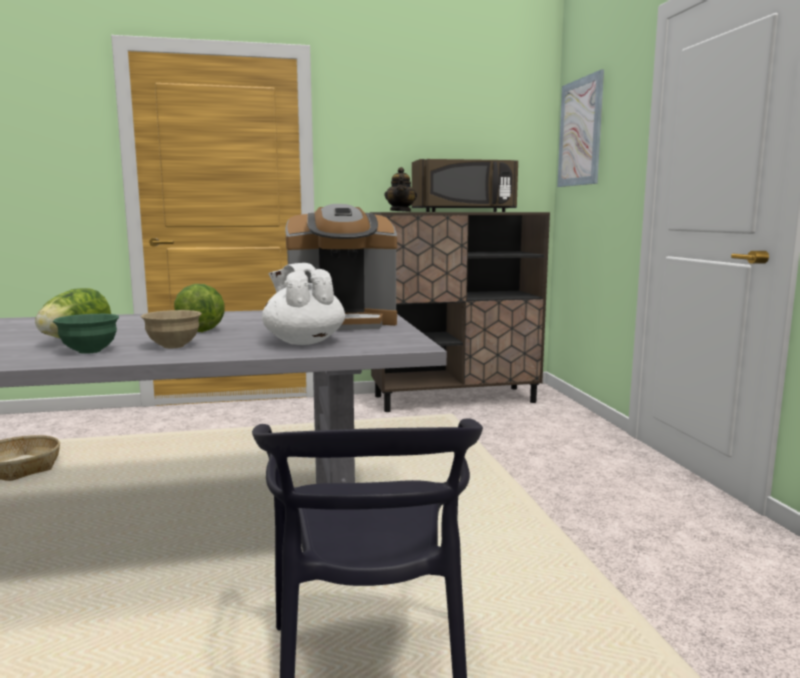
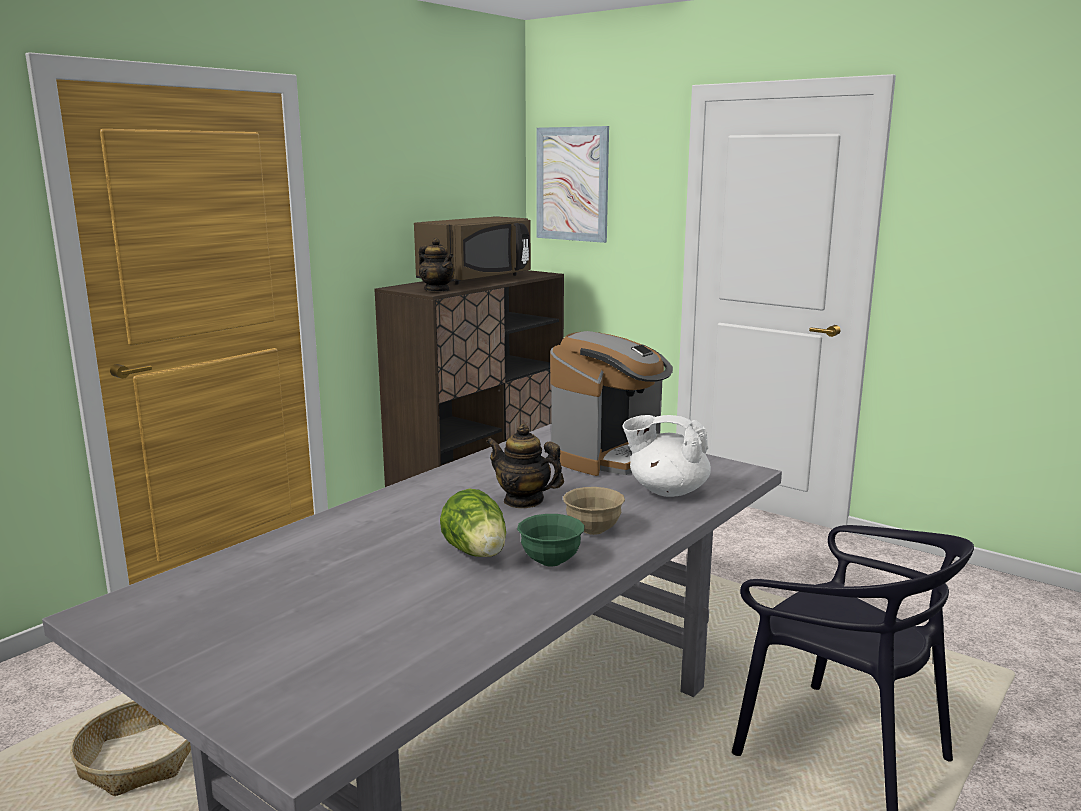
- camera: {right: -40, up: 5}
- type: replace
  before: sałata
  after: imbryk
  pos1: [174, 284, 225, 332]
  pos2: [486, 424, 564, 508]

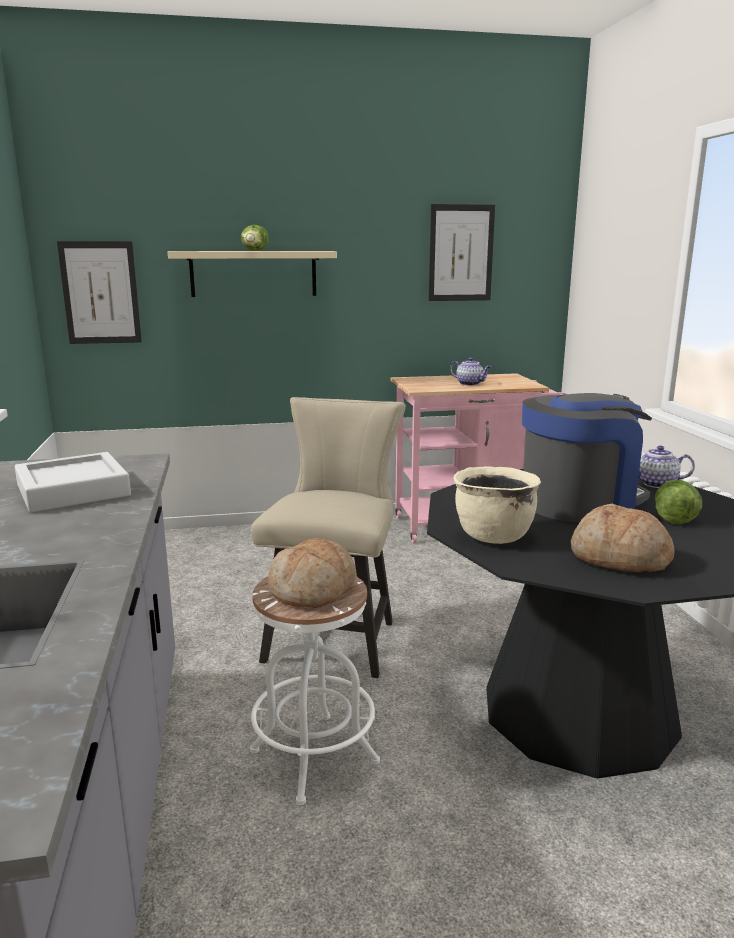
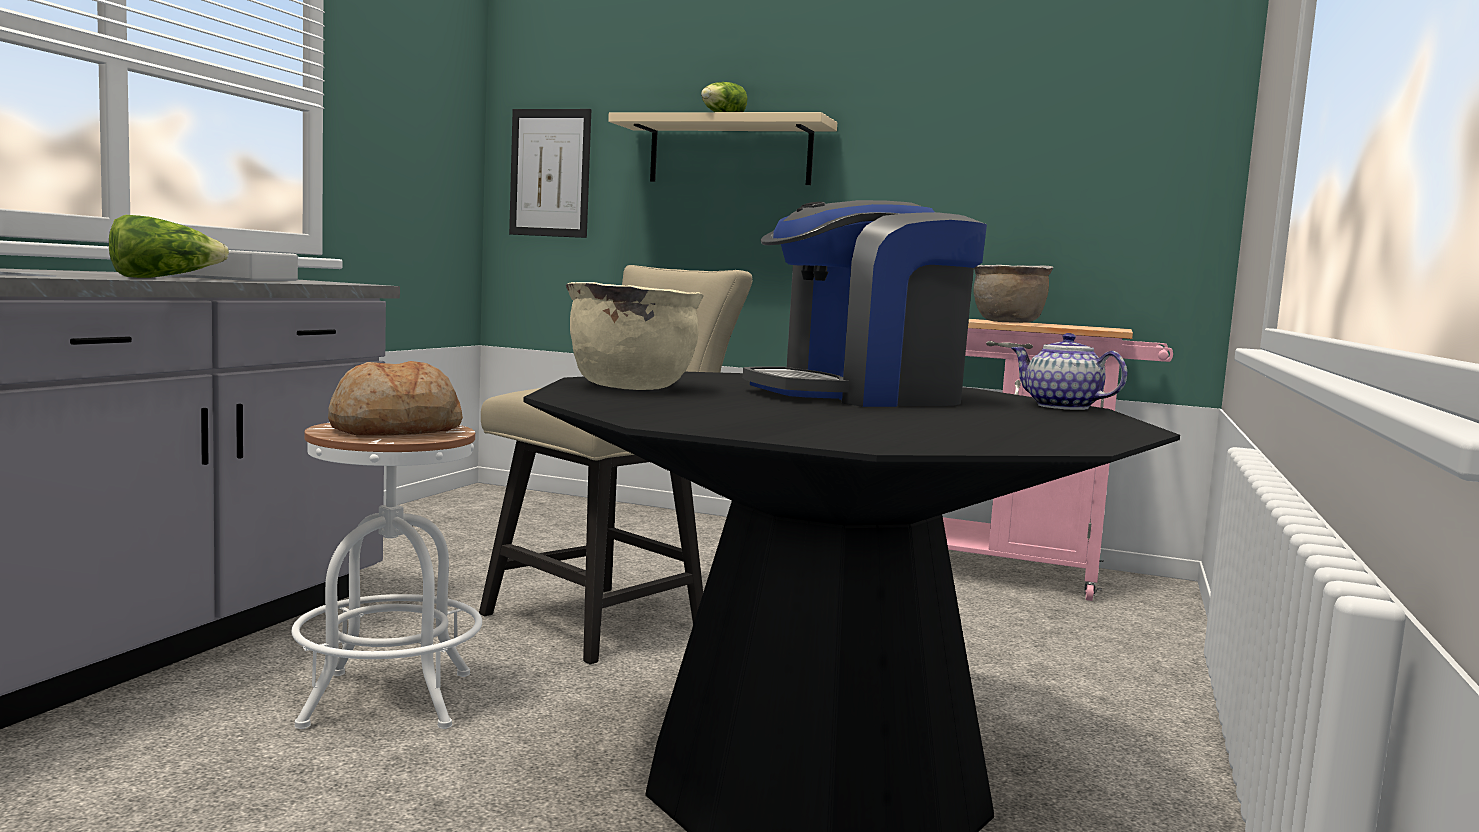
- camera: {right: 30, up: -10}
- type: delete
  before: obraz
  pos1: [428, 204, 495, 301]
- type: delete
  before: chleb
  pos1: [571, 503, 674, 572]
- type: move
  before: sałata
  pos1: [655, 480, 702, 524]
  pos2: [109, 215, 229, 278]
- type: replace
  before: imbryk
  after: garnek (brązowy)
  pos1: [450, 357, 491, 386]
  pos2: [973, 265, 1053, 323]
- type: rotate
  before: ekspres do kawy
  pos1: [522, 393, 652, 522]
  pos2: [743, 200, 987, 407]
  turn: 150

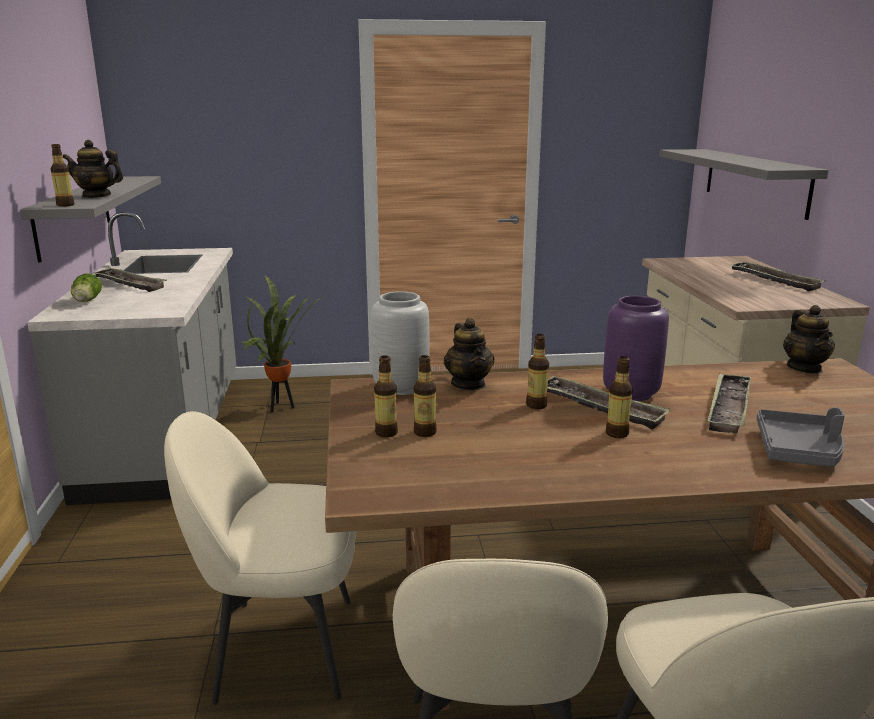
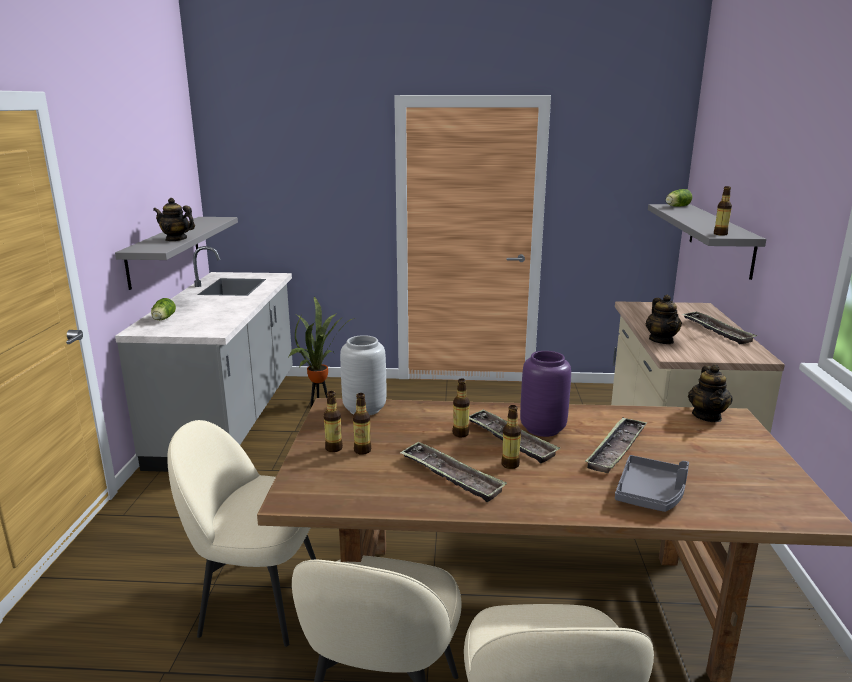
- camera: {right: 10, up: 0}
- type: insert
  after: sałata
  pos2: [666, 189, 692, 206]
- type: move
  before: butelka
  pos1: [50, 144, 74, 207]
  pos2: [714, 186, 732, 236]
- type: move
  before: taca
  pos1: [92, 268, 167, 292]
  pos2: [400, 442, 507, 502]
- type: move
  before: imbryk
  pos1: [444, 318, 495, 390]
  pos2: [646, 295, 682, 344]

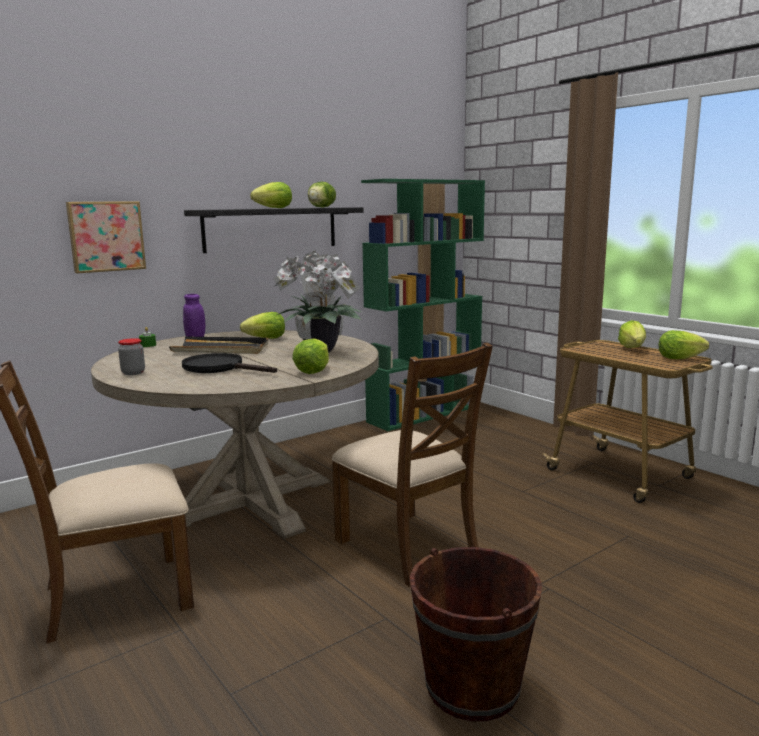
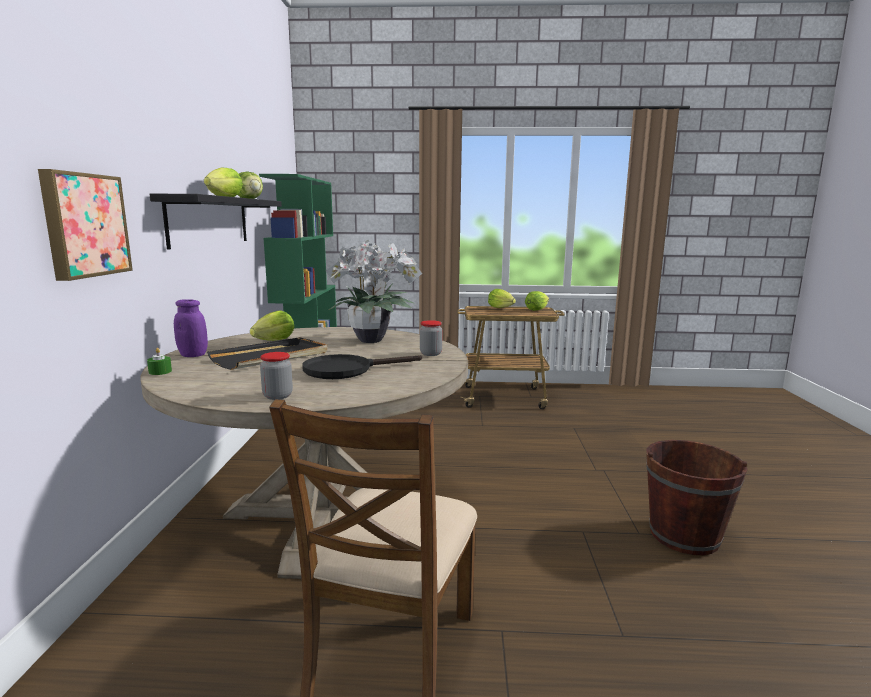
- camera: {right: -50, up: 0}
- type: delete
  before: krzesło (brązowy)
  pos1: [332, 342, 493, 587]
- type: replace
  before: sałata
  after: słoik
  pos1: [292, 338, 329, 374]
  pos2: [420, 320, 442, 356]

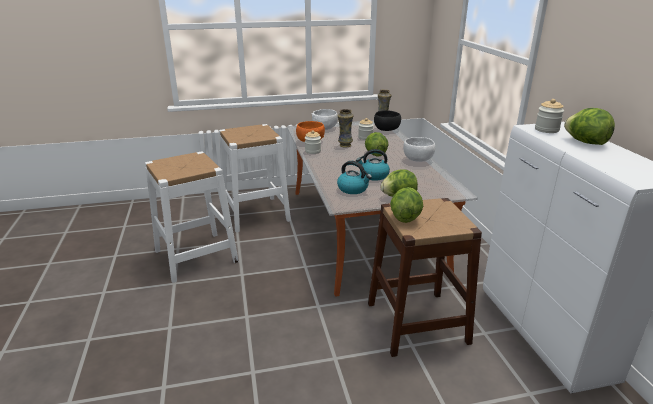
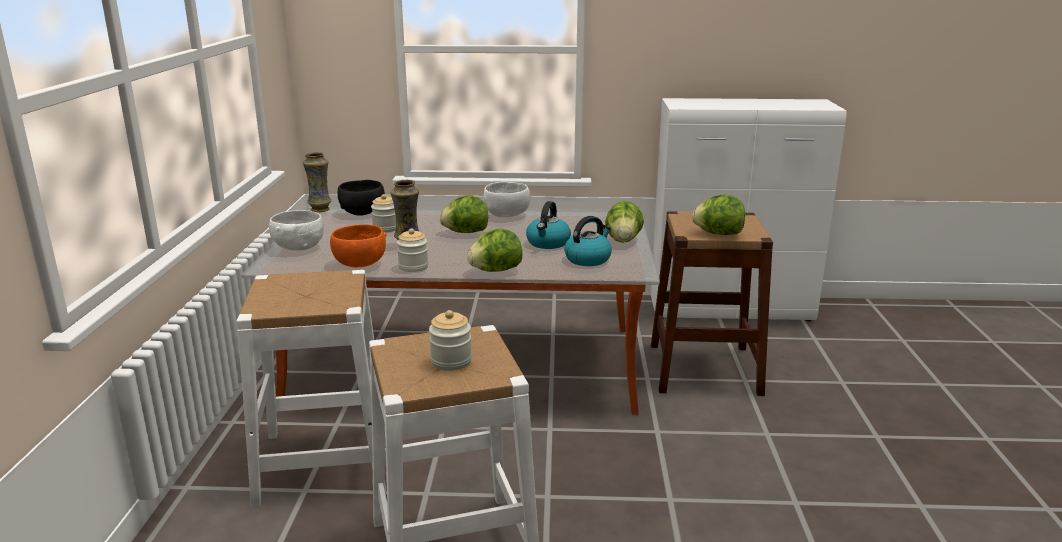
- camera: {right: -75, up: -5}
- type: move
  before: słoik
  pos1: [535, 99, 564, 133]
  pos2: [429, 310, 472, 371]
- type: move
  before: sałata
  pos1: [564, 108, 615, 145]
  pos2: [467, 229, 523, 272]

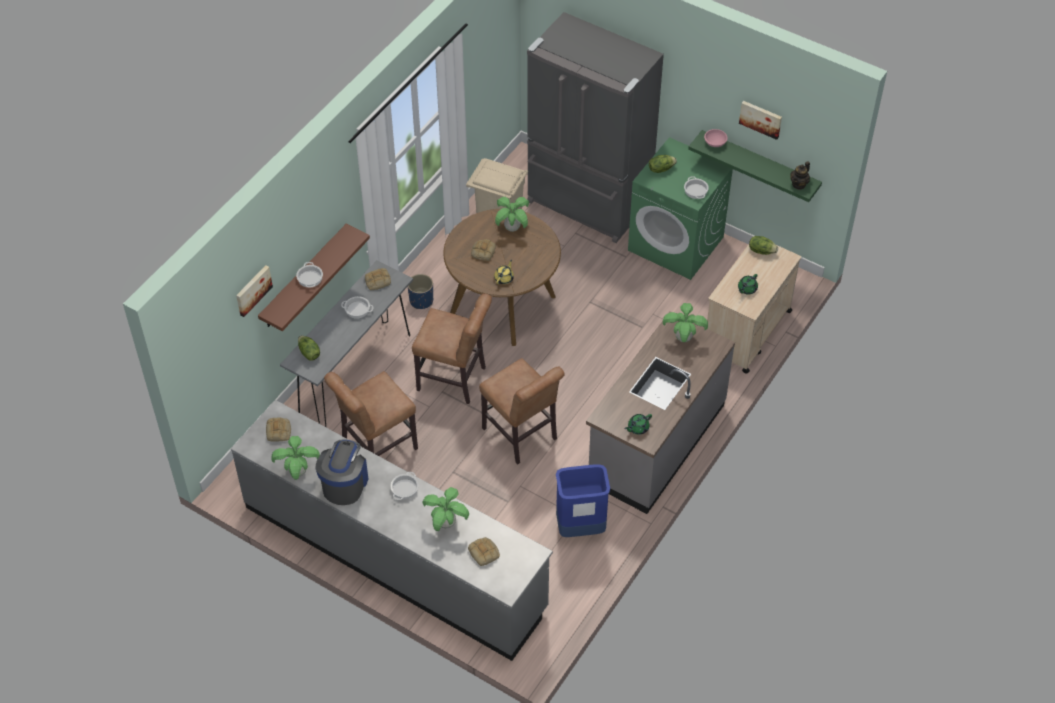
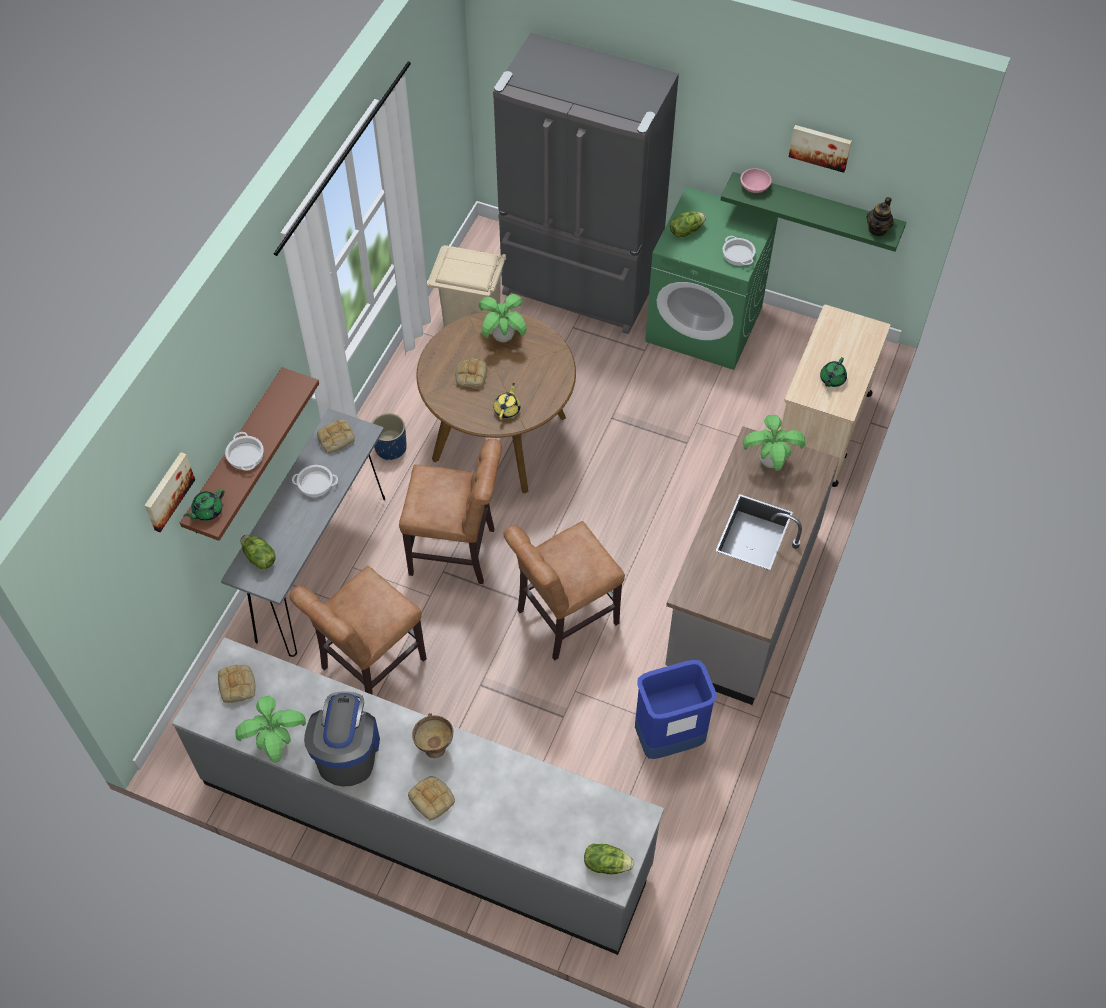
- camera: {right: -10, up: 5}
- type: delete
  before: roślina doniczkowa
  pos1: [422, 487, 469, 531]
- type: move
  before: chleb
  pos1: [468, 537, 500, 566]
  pos2: [408, 776, 455, 821]
- type: move
  before: imbryk (zielony)
  pos1: [624, 414, 652, 435]
  pos2: [184, 489, 225, 521]
- type: move
  before: sałata
  pos1: [749, 236, 778, 255]
  pos2: [584, 844, 634, 874]
- type: replace
  before: garnek
  after: miska (brązowy)
  pos1: [390, 472, 419, 500]
  pos2: [412, 713, 453, 758]
- type: rotate
  before: krzesło (brązowy)
  pos1: [479, 358, 565, 464]
  pos2: [503, 521, 625, 661]
  turn: 105

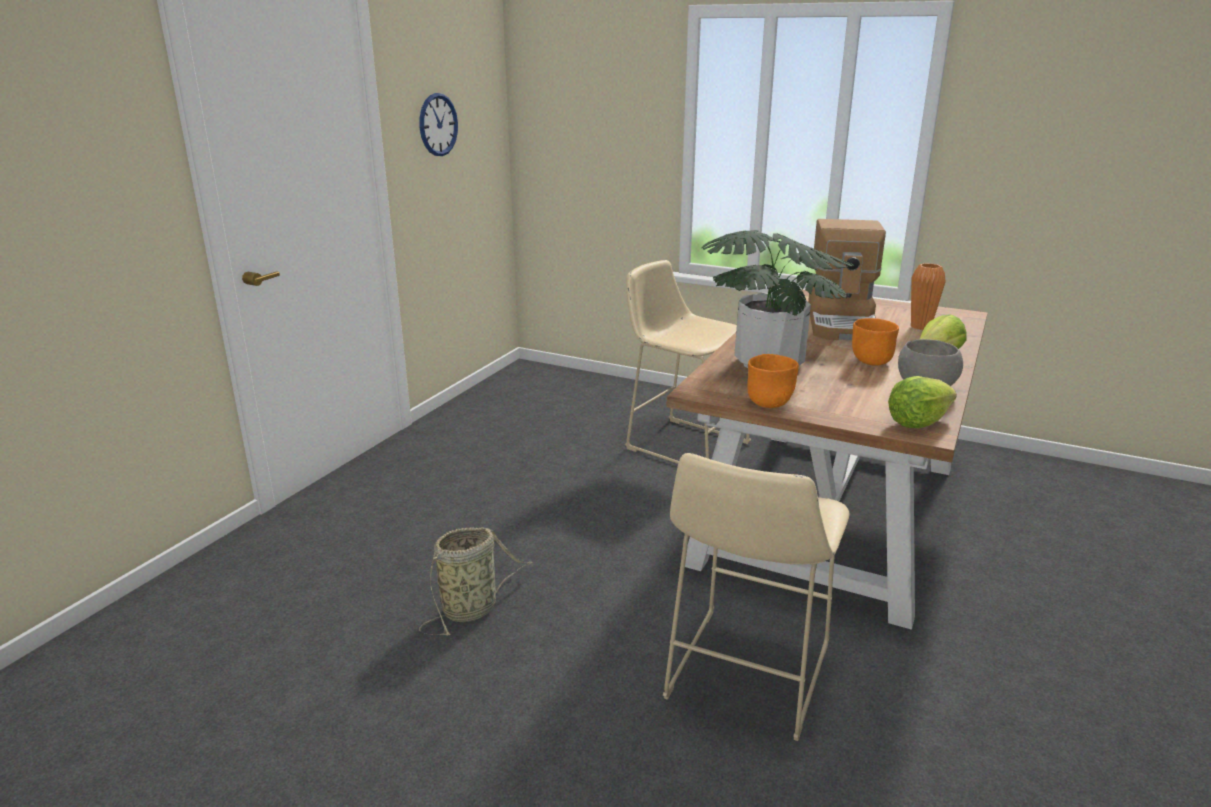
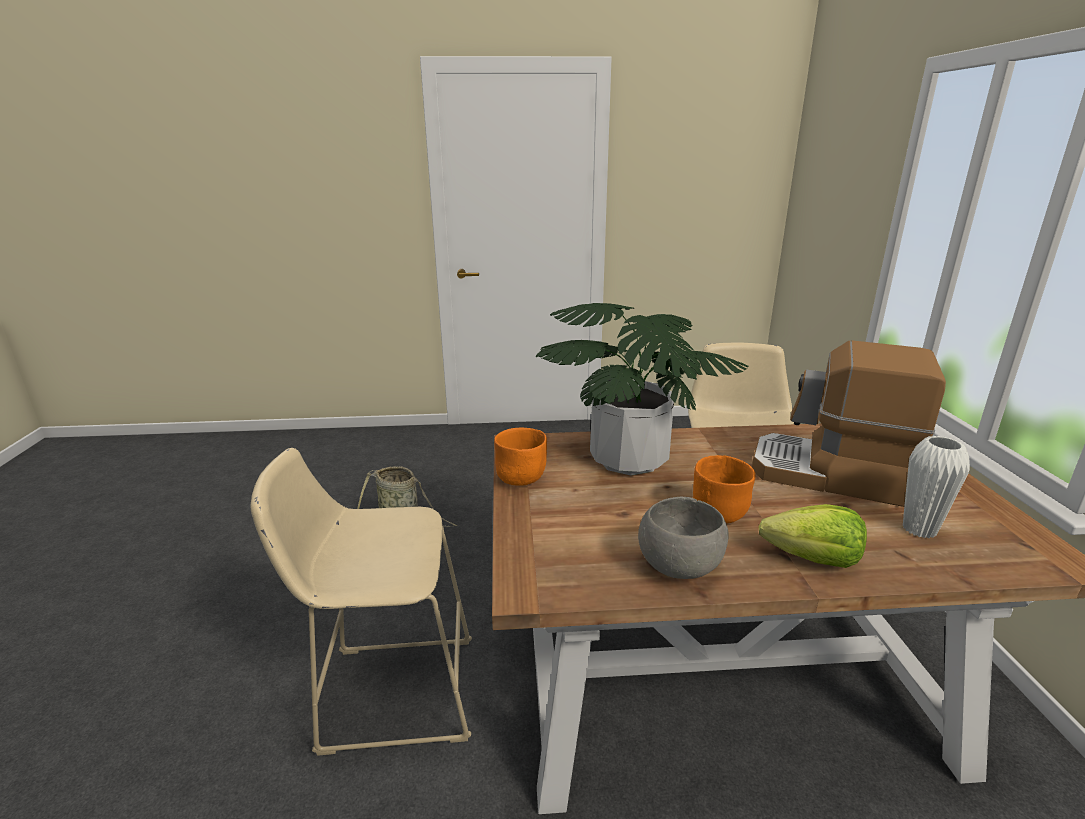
- camera: {right: 60, up: 0}
- type: delete
  before: zegar ścienny
  pos1: [419, 93, 458, 156]
- type: delete
  before: sałata
  pos1: [888, 376, 957, 428]
- type: recolor
  before: wazon (pomarańczowy)
  after: wazon (biały)
  pos1: [911, 263, 946, 330]
  pos2: [903, 436, 970, 539]
- type: rotate
  before: ekspres do kawy
  pos1: [808, 219, 886, 340]
  pos2: [752, 340, 946, 507]
  turn: 45

